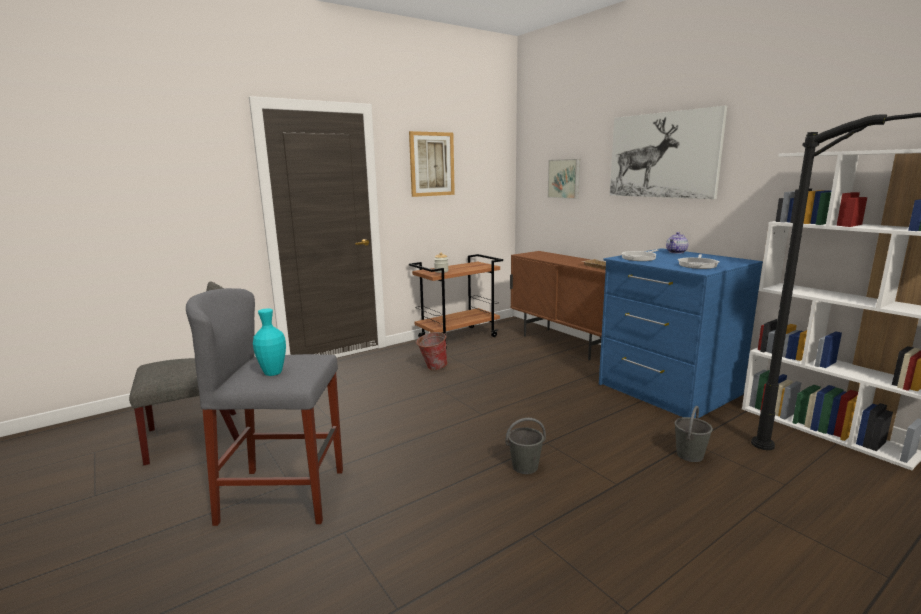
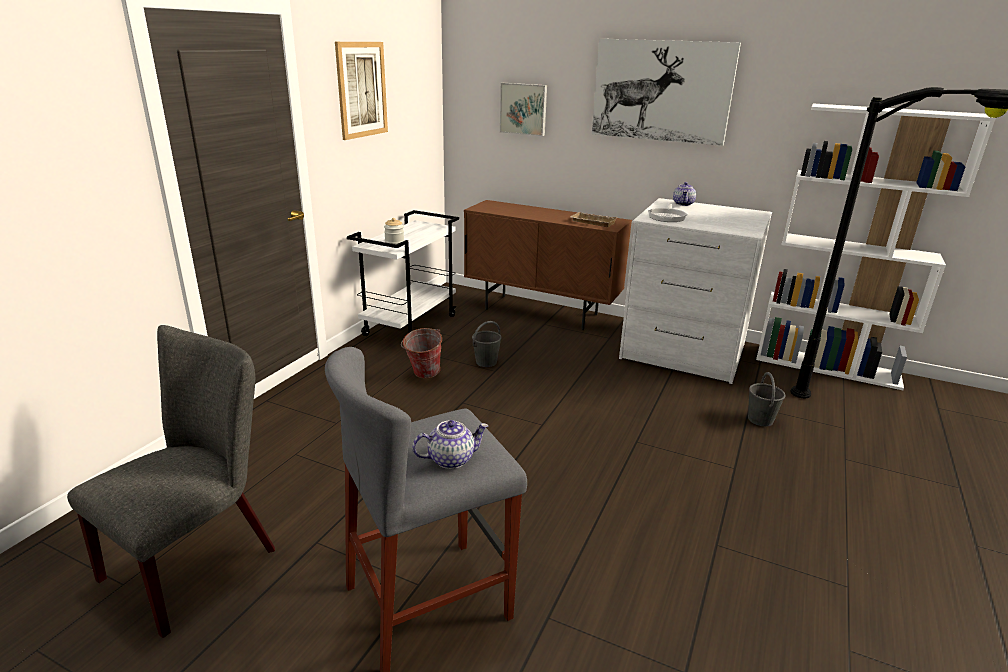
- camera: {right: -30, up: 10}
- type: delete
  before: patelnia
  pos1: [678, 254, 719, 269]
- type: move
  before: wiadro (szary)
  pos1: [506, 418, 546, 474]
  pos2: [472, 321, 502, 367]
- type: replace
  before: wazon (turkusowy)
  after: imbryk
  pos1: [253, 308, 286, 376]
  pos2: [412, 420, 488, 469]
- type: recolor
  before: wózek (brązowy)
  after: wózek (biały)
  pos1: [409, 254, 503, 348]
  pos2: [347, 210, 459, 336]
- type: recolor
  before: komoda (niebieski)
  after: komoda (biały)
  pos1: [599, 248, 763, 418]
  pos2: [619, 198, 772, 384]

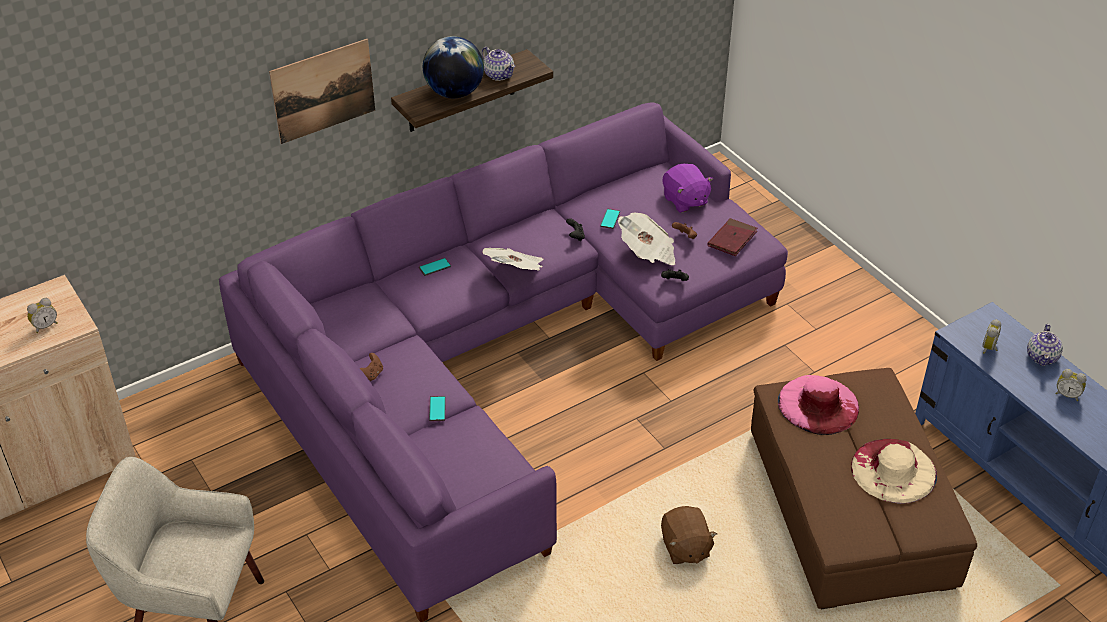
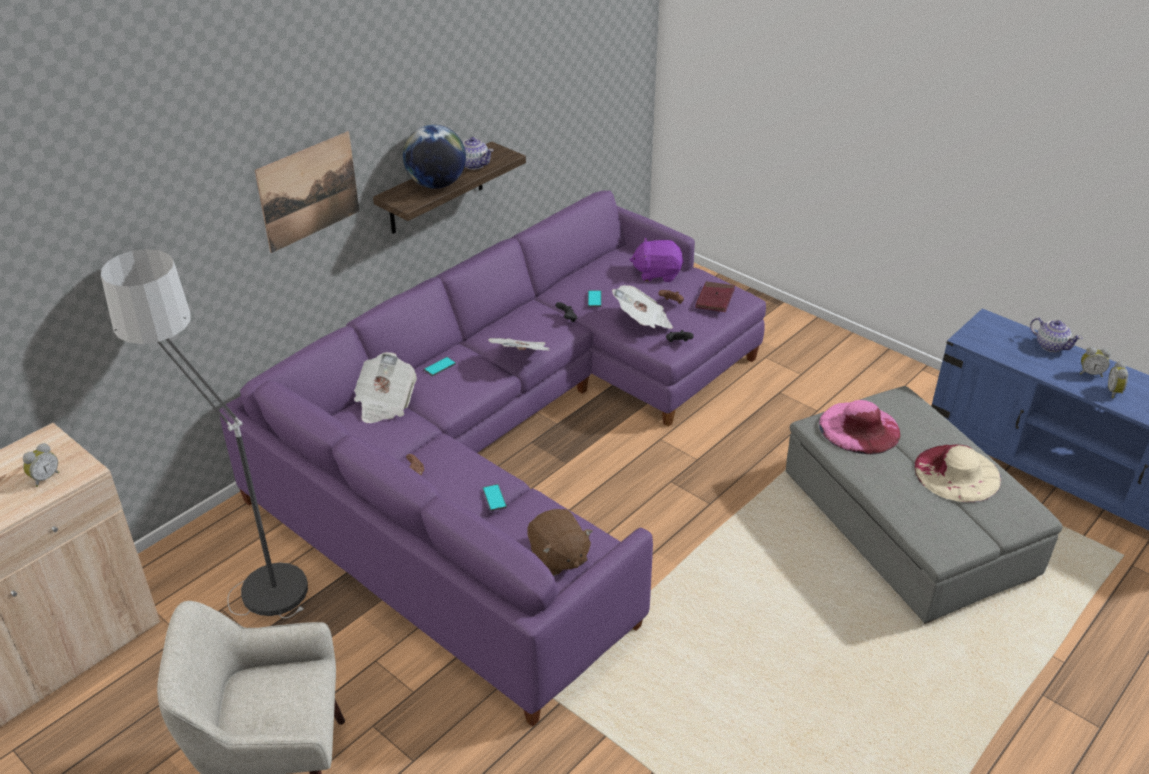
- camera: {right: -15, up: -5}
- type: insert
  after: lampa stojąca
  pos2: [101, 249, 308, 618]
- type: insert
  after: gazeta
  pos2: [354, 352, 417, 423]
- type: move
  before: pluszak (brązowy)
  pos1: [661, 506, 717, 564]
  pos2: [527, 509, 593, 576]
- type: move
  before: budzik
  pos1: [982, 319, 1001, 354]
  pos2: [1108, 361, 1128, 398]
- type: recolor
  before: pufa (brązowy)
  after: pufa (szary)
  pos1: [751, 368, 977, 609]
  pos2: [786, 386, 1062, 624]
- type: rotate
  before: pluszak (fioletowy)
  pos1: [663, 164, 713, 213]
  pos2: [630, 238, 684, 282]
  turn: 135
- type: rotate
  before: imbryk
  pos1: [1027, 324, 1063, 366]
  pos2: [1030, 318, 1082, 352]
  turn: -45

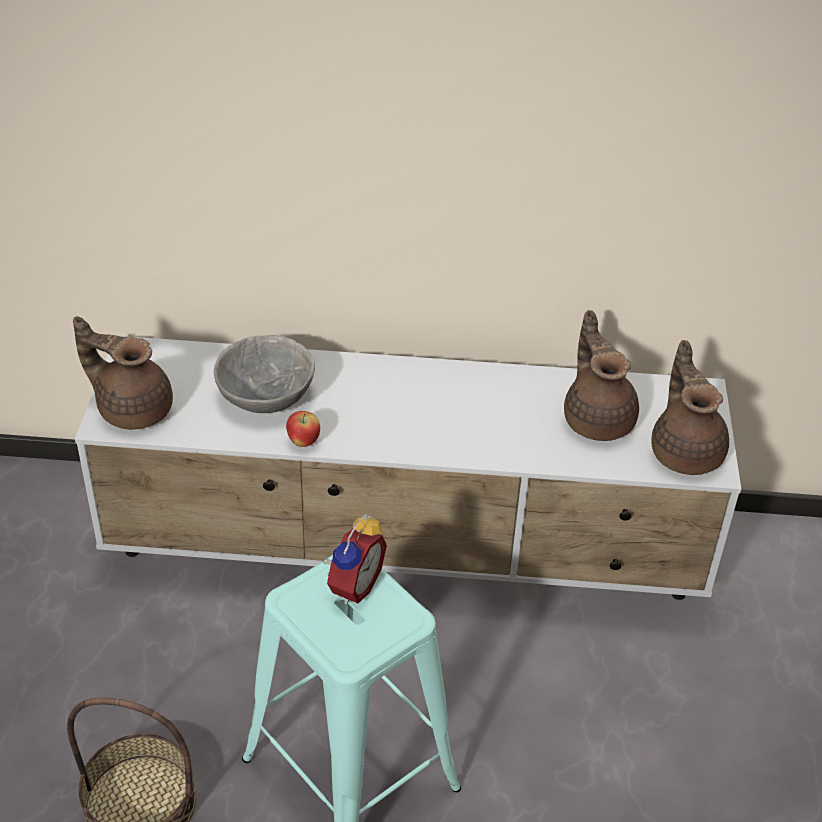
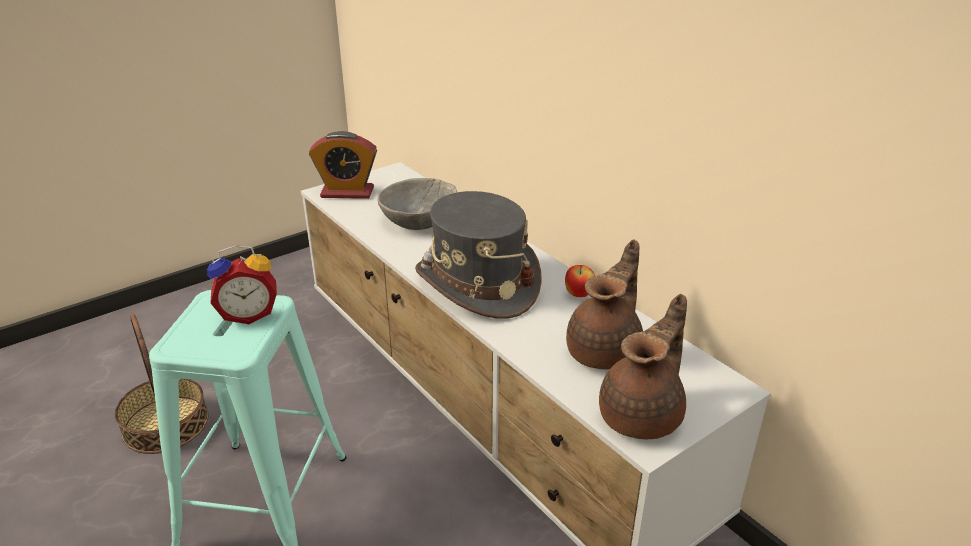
- camera: {right: 50, up: -10}
- type: insert
  after: kapelusz (szary)
  pos2: [415, 191, 542, 319]
- type: move
  before: jabłko
  pos1: [286, 411, 320, 447]
  pos2: [565, 265, 595, 297]
- type: replace
  before: imbryk (brązowy)
  after: budzik
  pos1: [73, 316, 173, 430]
  pos2: [309, 131, 377, 199]

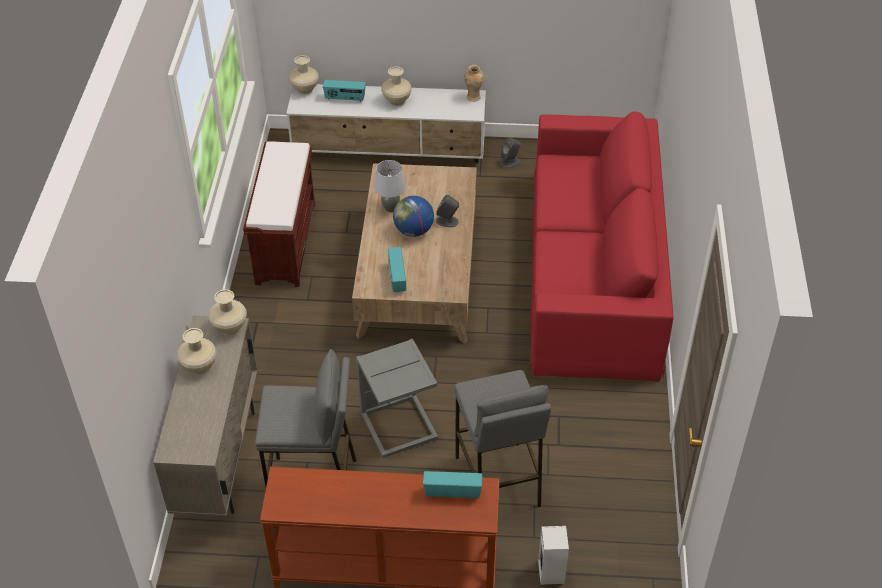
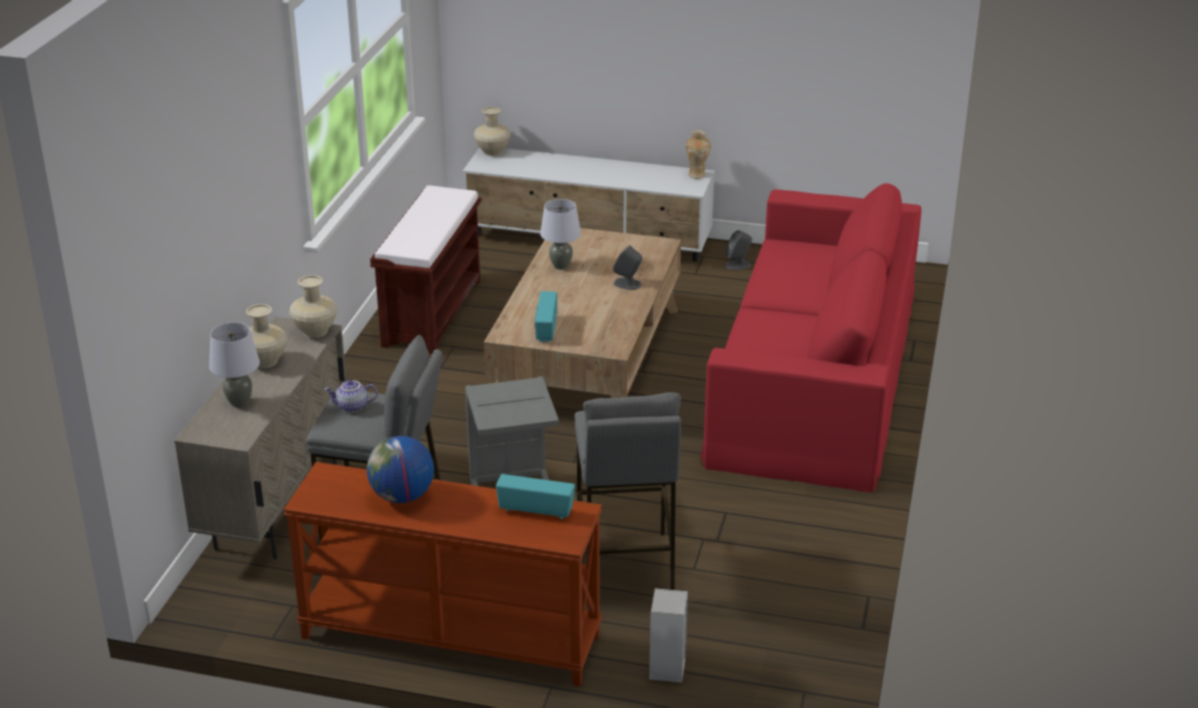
- camera: {right: 10, up: -15}
- type: delete
  before: radio
  pos1: [323, 80, 366, 102]
- type: delete
  before: wazon (beżowy)
  pos1: [381, 67, 412, 106]
- type: insert
  after: lampa stołowa (szary)
  pos2: [209, 322, 260, 407]
- type: insert
  after: imbryk
  pos2: [325, 380, 378, 412]
- type: move
  before: globus
  pos1: [393, 196, 434, 237]
  pos2: [367, 436, 434, 503]

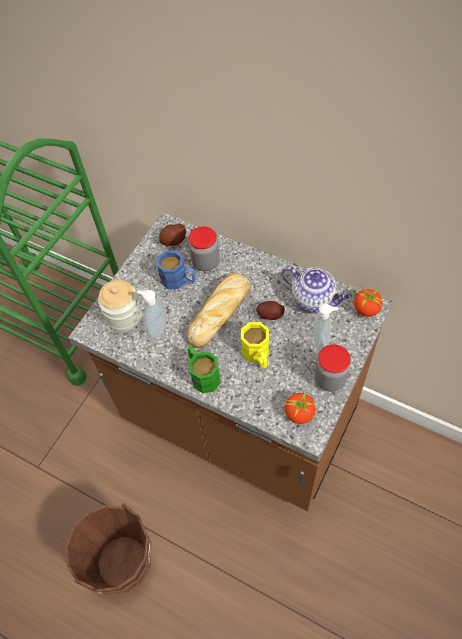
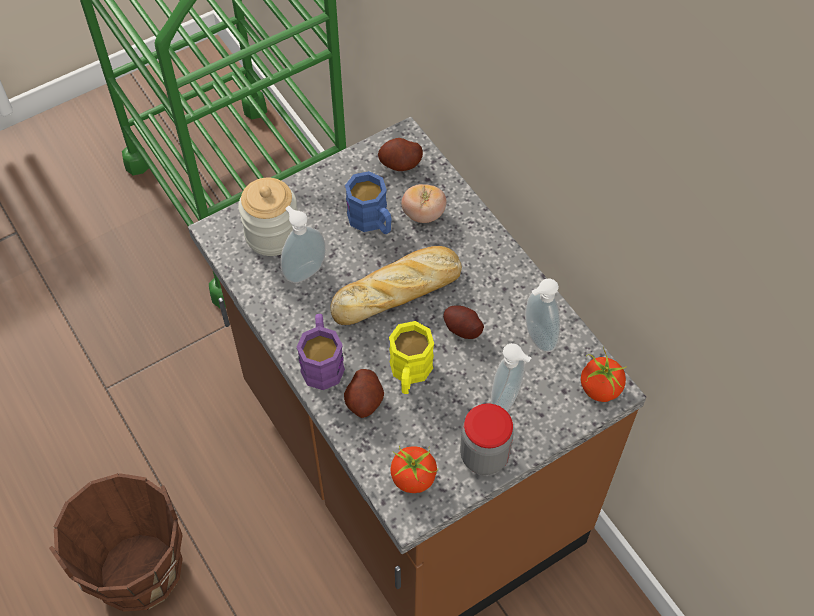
- camera: {right: 25, up: 0}
- type: insert
  after: ziemniak
  pos2: [344, 369, 384, 418]
- type: replace
  before: słoik
  after: pomidor
  pos1: [189, 226, 220, 271]
  pos2: [401, 184, 446, 223]
- type: replace
  before: imbryk
  after: dozownik mydła
  pos1: [282, 266, 350, 313]
  pos2: [525, 278, 560, 352]
- type: recolor
  before: kubek (zielony)
  after: kubek (fioletowy)
  pos1: [188, 346, 221, 393]
  pos2: [296, 314, 345, 390]

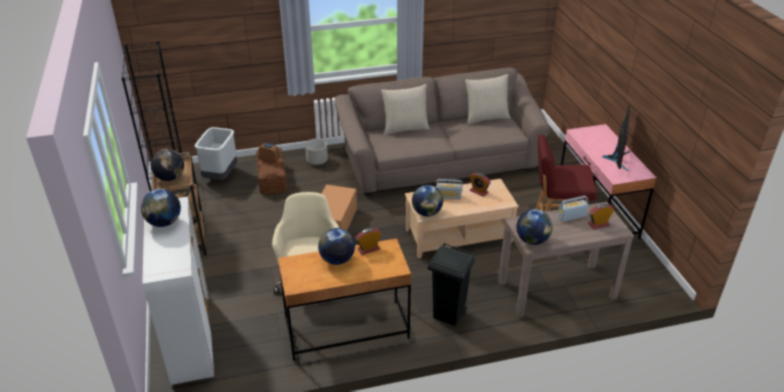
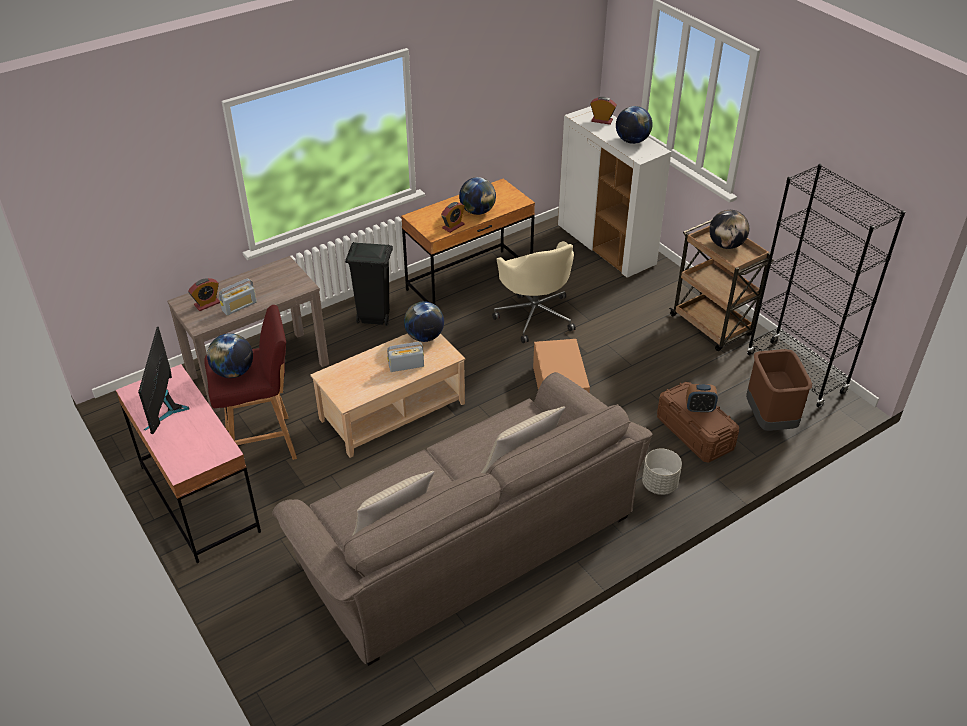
- camera: {right: 160, up: 5}
- type: move
  before: budzik
  pos1: [470, 173, 491, 197]
  pos2: [590, 97, 617, 125]
- type: move
  before: globus
  pos1: [516, 209, 552, 245]
  pos2: [207, 333, 253, 378]
- type: recolor
  before: kosz na śmieci (szary)
  after: kosz na śmieci (brązowy)
  pos1: [195, 127, 237, 180]
  pos2: [746, 349, 812, 431]

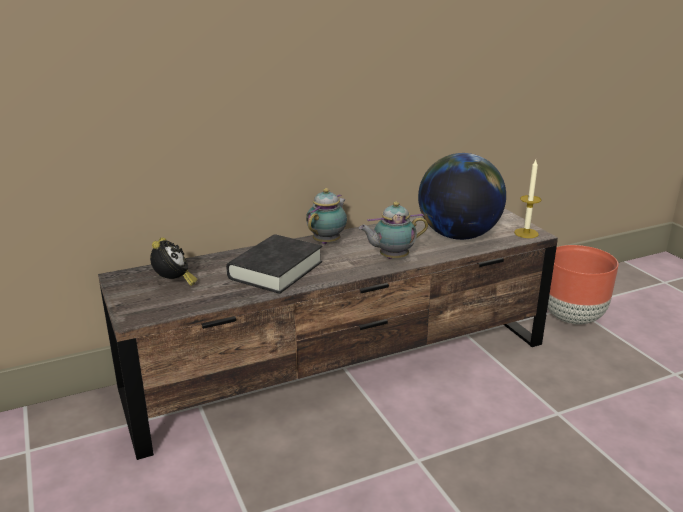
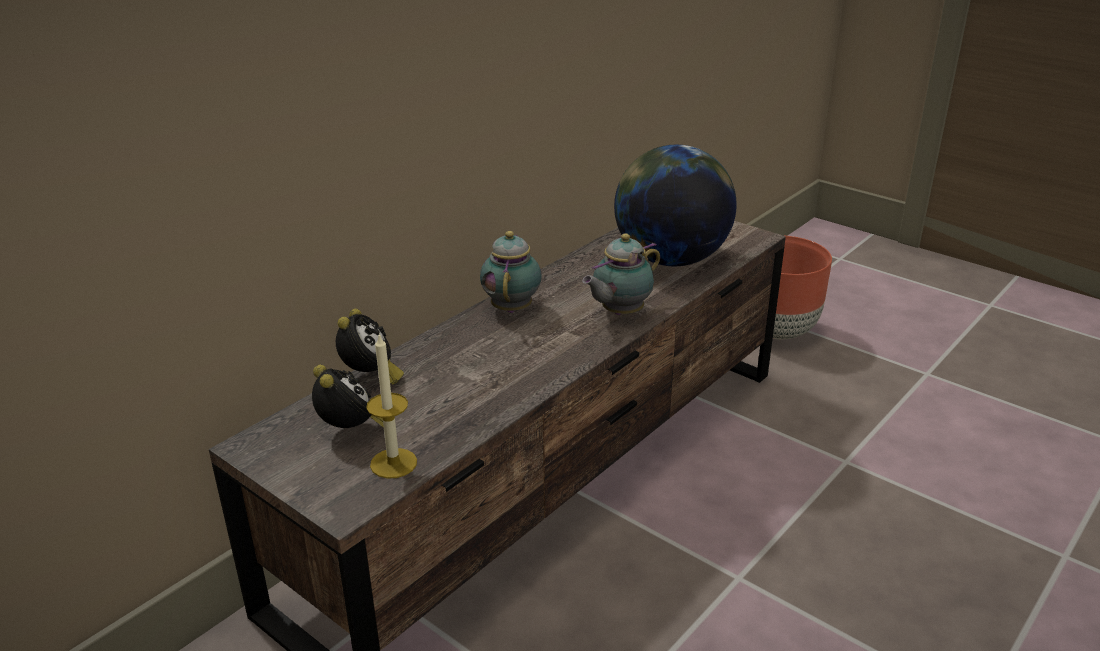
- camera: {right: -25, up: 5}
- type: delete
  before: książka (czarny)
  pos1: [226, 234, 322, 294]
- type: insert
  after: budzik
  pos2: [336, 309, 404, 385]
- type: move
  before: świeca
  pos1: [514, 160, 541, 238]
  pos2: [366, 333, 417, 479]

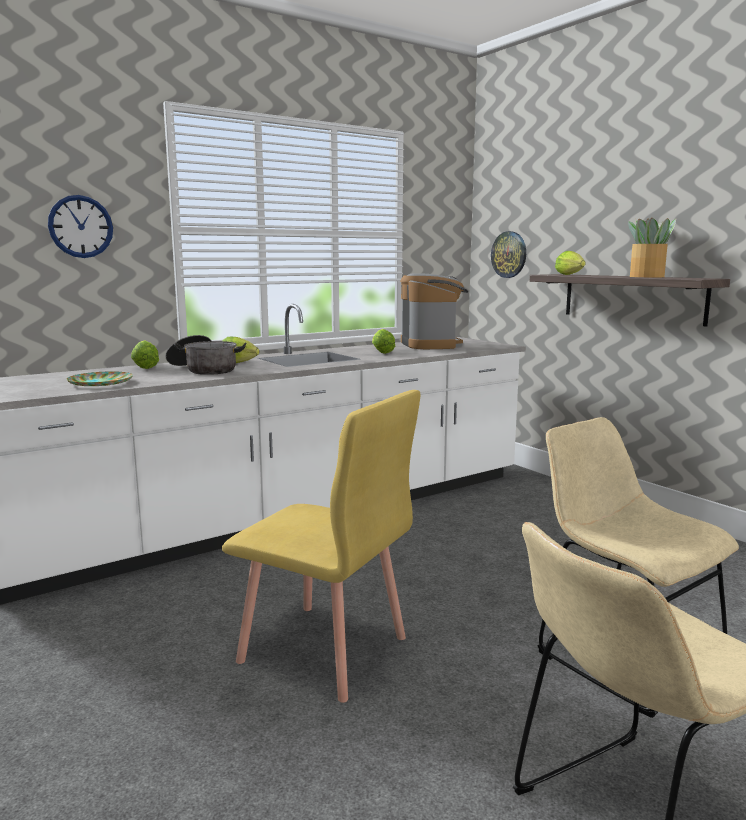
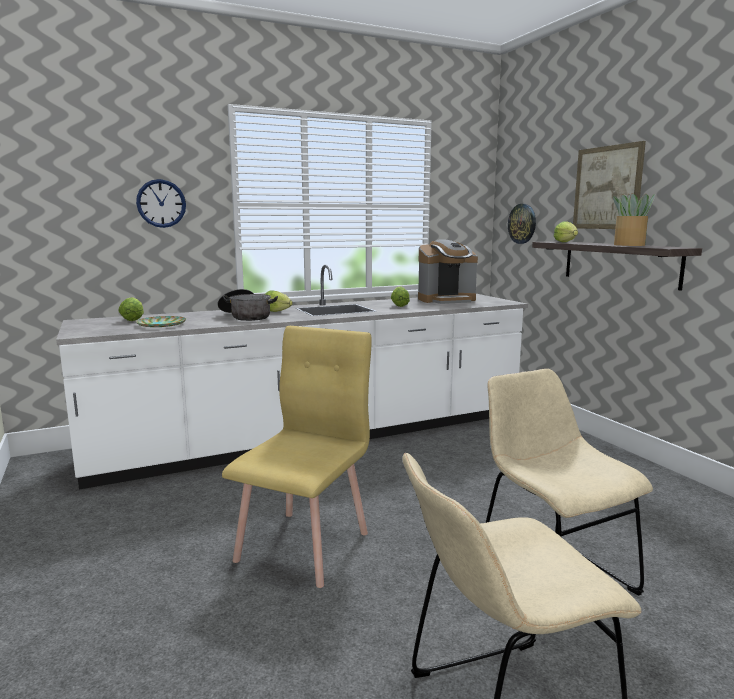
- camera: {right: 10, up: 0}
- type: insert
  after: obraz
  pos2: [573, 141, 646, 229]
- type: move
  before: sałata
  pos1: [131, 340, 159, 369]
  pos2: [118, 297, 144, 321]
- type: rotate
  before: krzesło (żółty)
  pos1: [222, 390, 420, 703]
  pos2: [222, 326, 372, 588]
  turn: -105
- type: rotate
  before: ekspres do kawy
  pos1: [400, 273, 468, 349]
  pos2: [418, 239, 478, 304]
  turn: 75

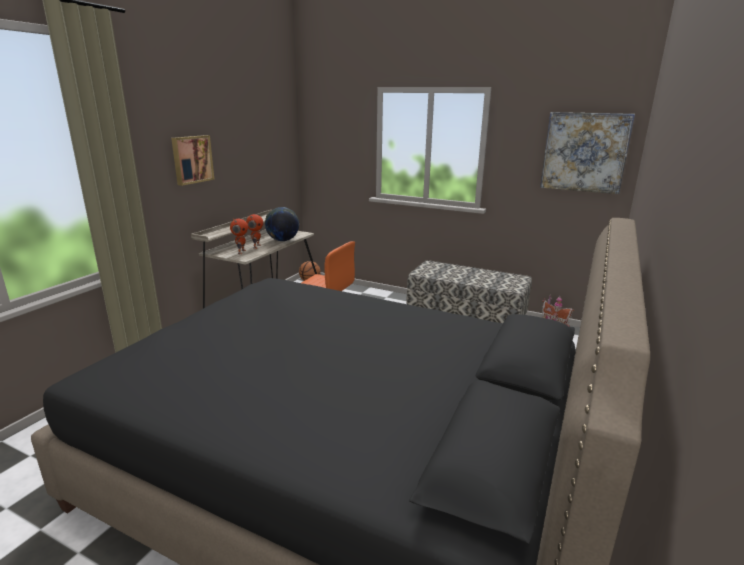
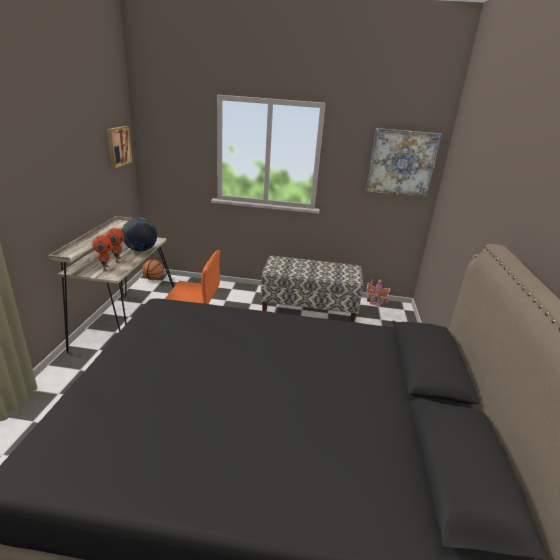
- camera: {right: -20, up: 5}
- type: move
  before: obraz
  pos1: [171, 135, 215, 186]
  pos2: [107, 126, 132, 168]

